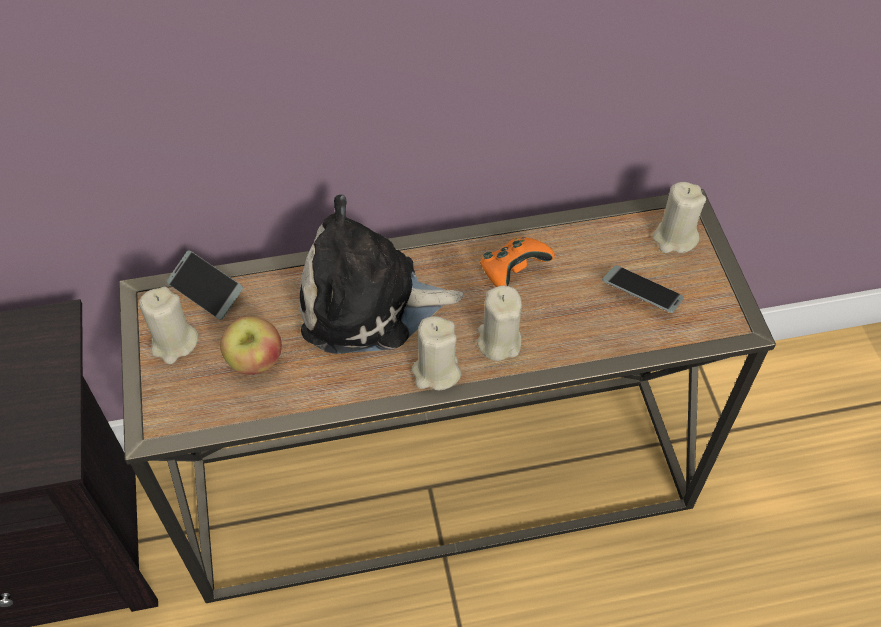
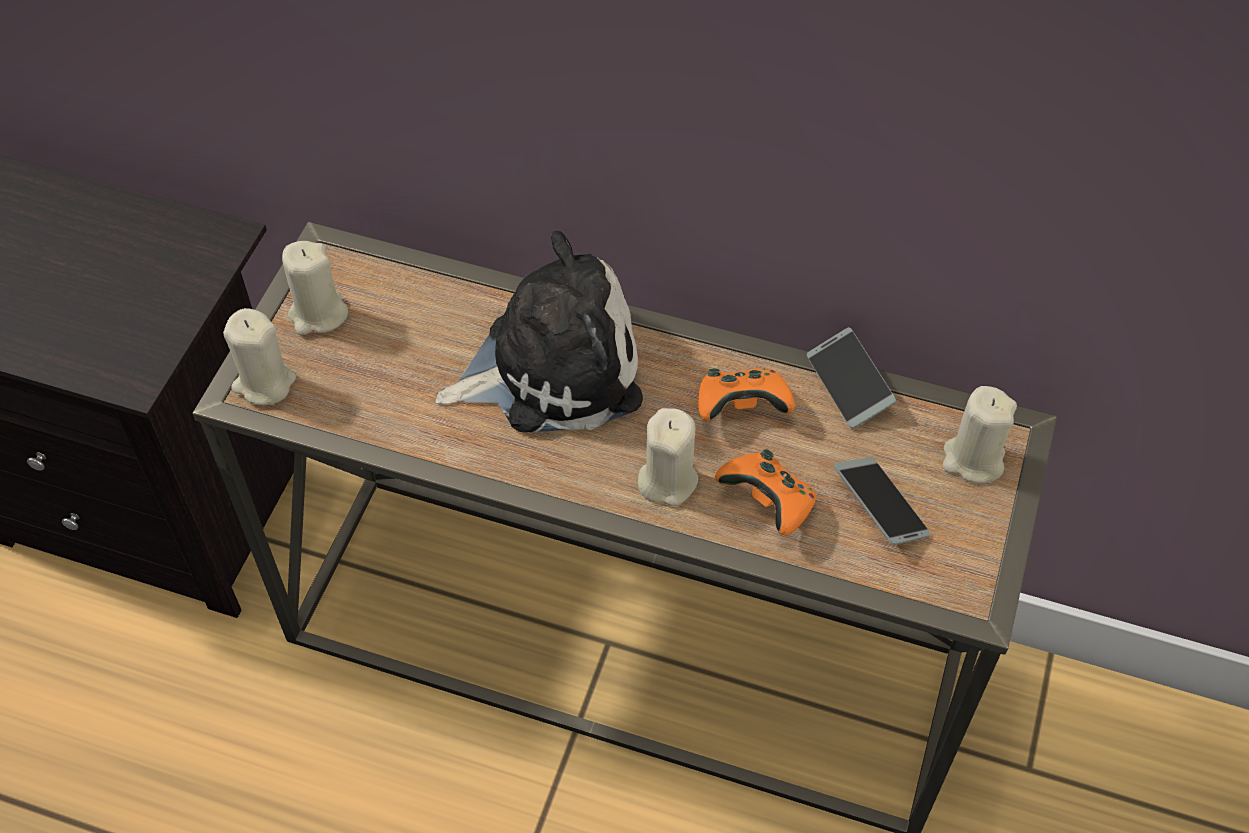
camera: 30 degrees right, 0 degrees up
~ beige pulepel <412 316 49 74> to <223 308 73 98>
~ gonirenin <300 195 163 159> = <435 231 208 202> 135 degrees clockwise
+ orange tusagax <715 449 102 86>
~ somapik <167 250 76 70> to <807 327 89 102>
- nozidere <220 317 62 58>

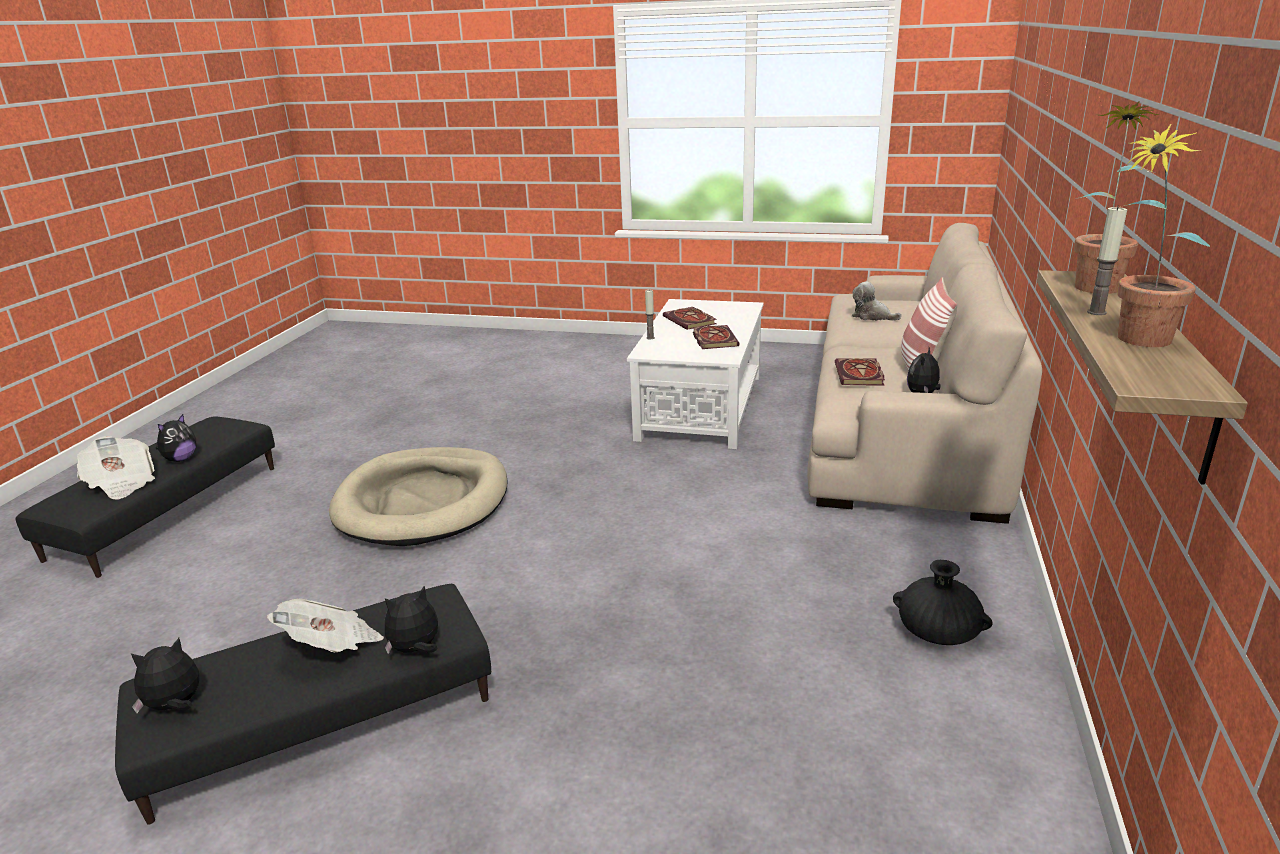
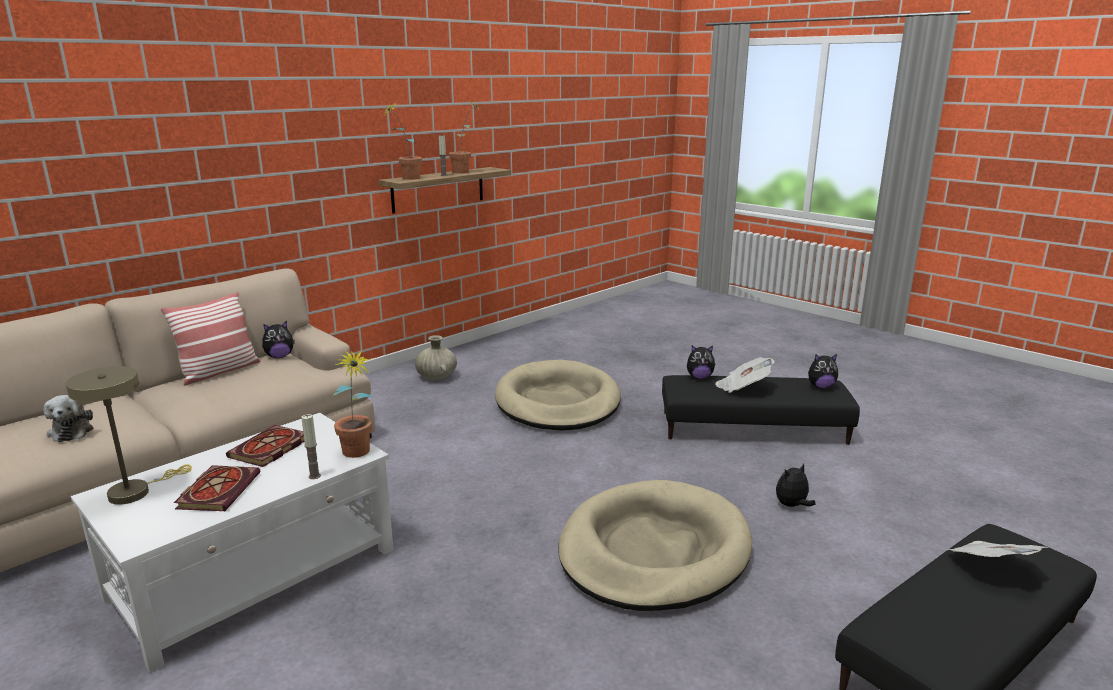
camera: 150 degrees left, 5 degrees down
+ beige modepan <66 366 126 139>
+ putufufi <332 350 43 108>
~ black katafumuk <893 560 99 85> to beige katafumuk <415 335 42 45>
+ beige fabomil <495 359 126 72>
~ gonirenin <156 414 40 48> to <776 463 40 44>
- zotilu <835 358 50 28>

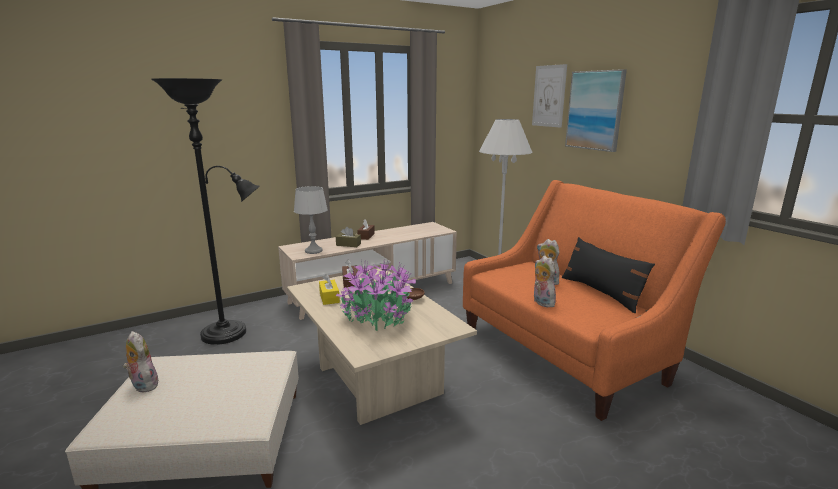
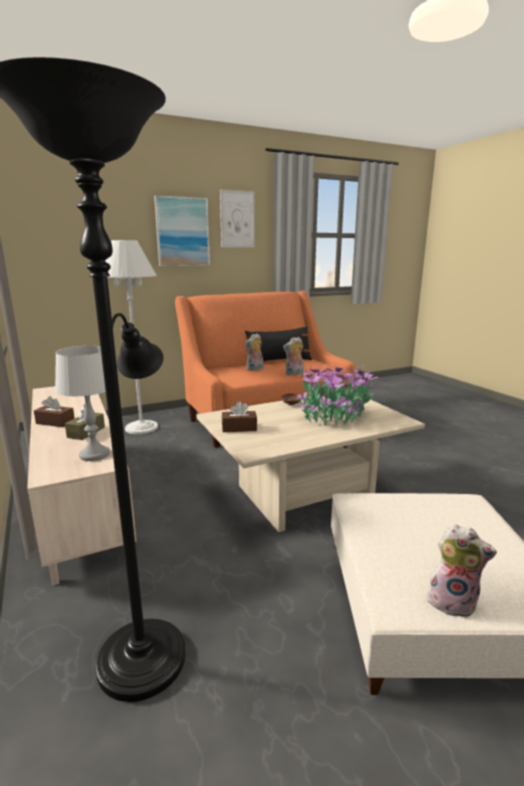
camera: 85 degrees left, 0 degrees up
~ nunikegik <532 64 35 64> to <220 189 35 58>
~ gonirenin <123 331 36 61> = <426 524 71 94> 120 degrees counterclockwise
- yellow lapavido <319 274 21 31>

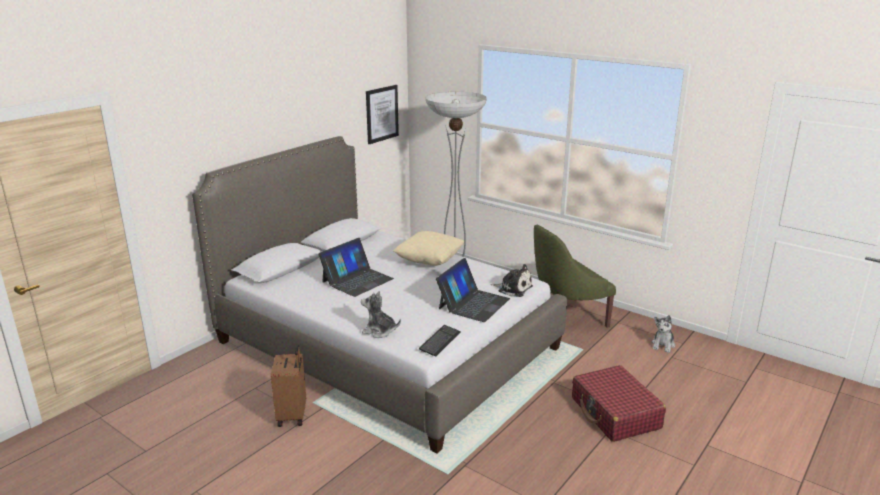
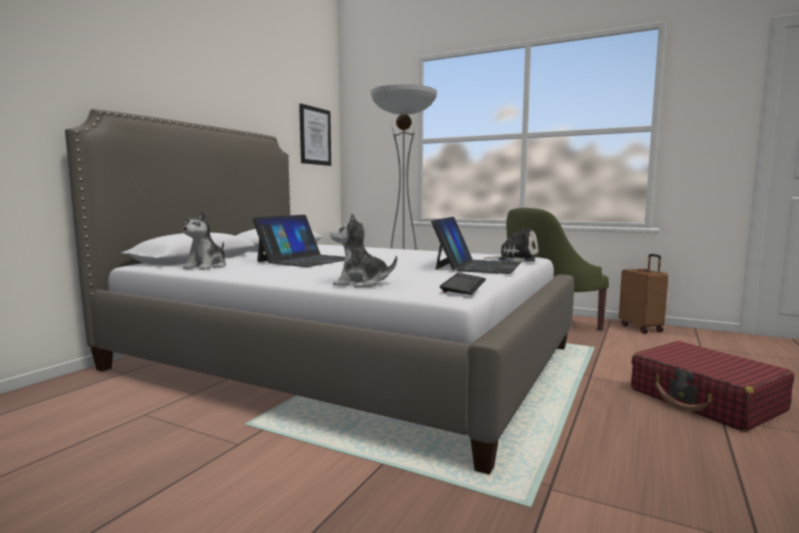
camera: 10 degrees left, 15 degrees down
~ gonirenin <652 315 23 38> to <183 210 43 60>
~ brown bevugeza <271 344 35 83> to <619 254 49 79>
- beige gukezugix <393 231 71 35>

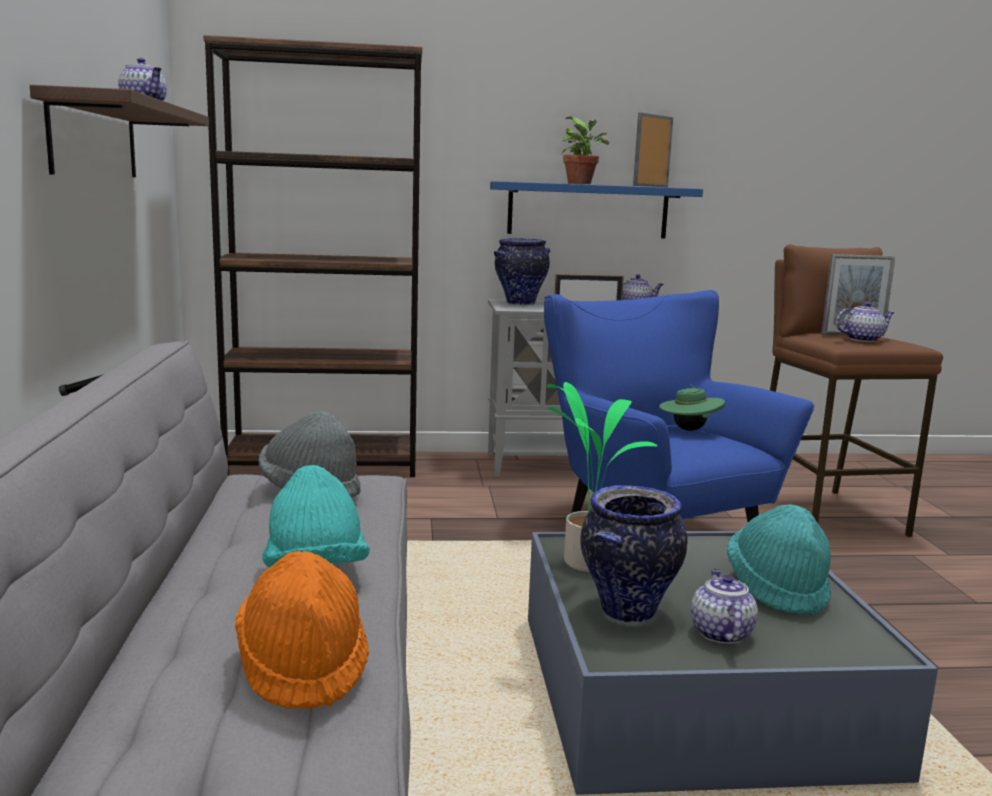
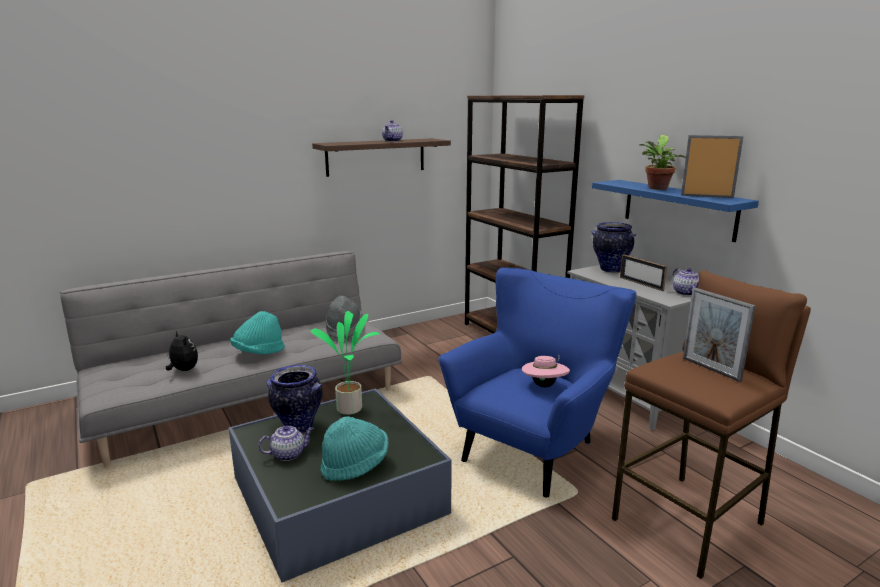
camera: 65 degrees right, 5 degrees up
~ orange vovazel <235 551 134 158> to gonirenin <166 331 32 40>
~ green vovazel <659 384 66 47> to pink vovazel <522 355 48 32>
- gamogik <836 302 59 40>

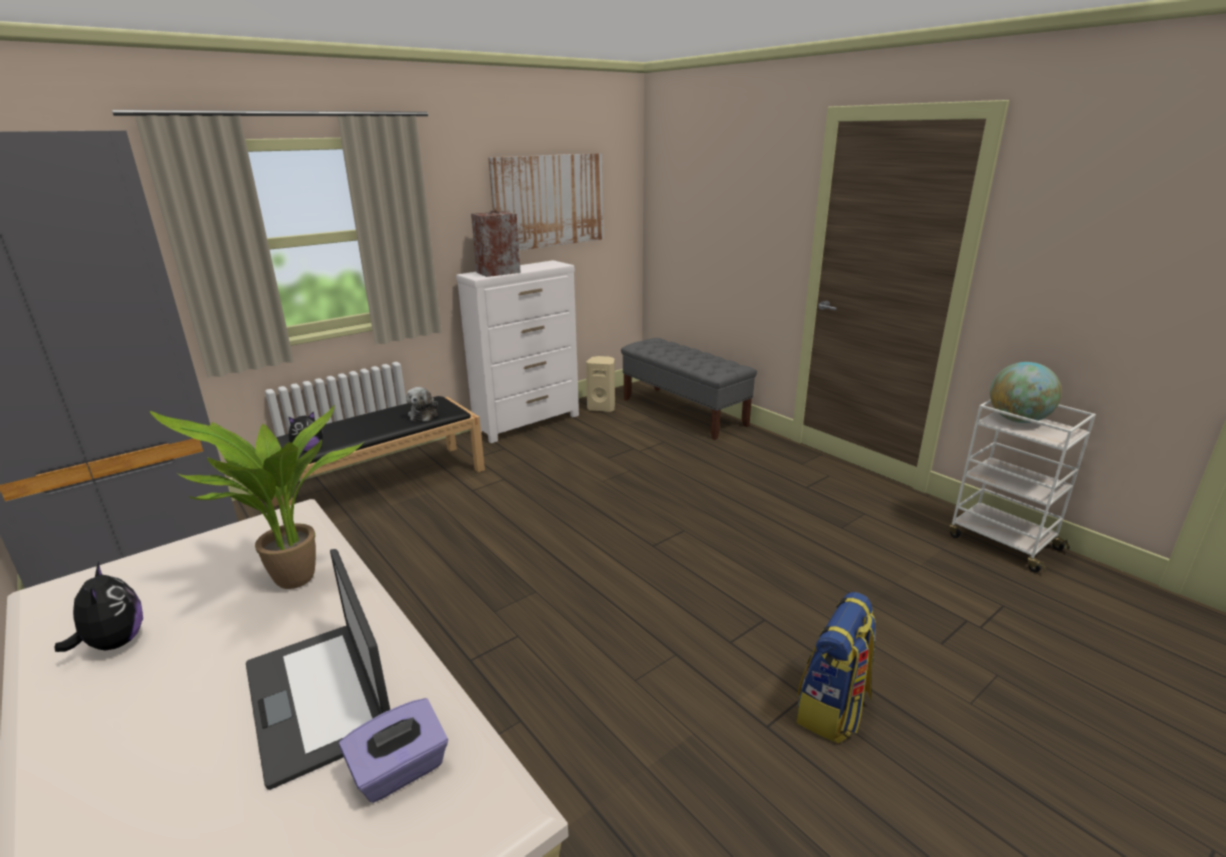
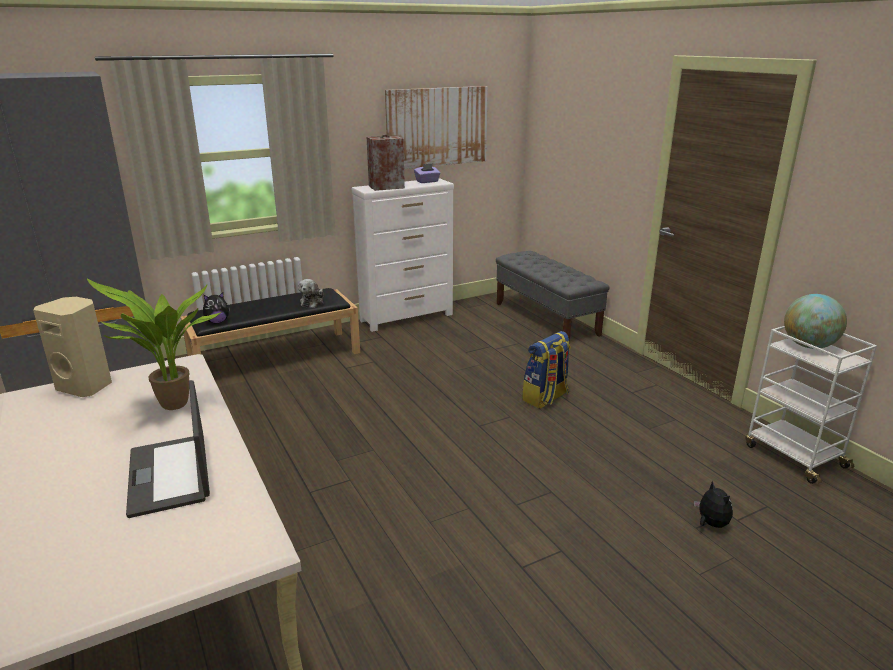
camera: 10 degrees right, 0 degrees up
~ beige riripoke <586 356 29 56> to <33 297 79 100>
~ purple lapavido <339 698 109 105> to <414 163 26 20>
~ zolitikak <796 592 80 152> to <522 331 49 78>
~ gonirenin <54 562 89 90> to <694 481 39 47>

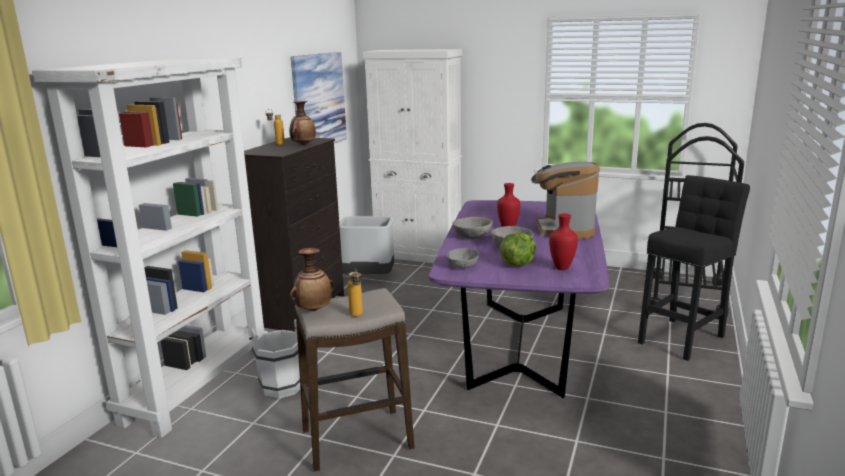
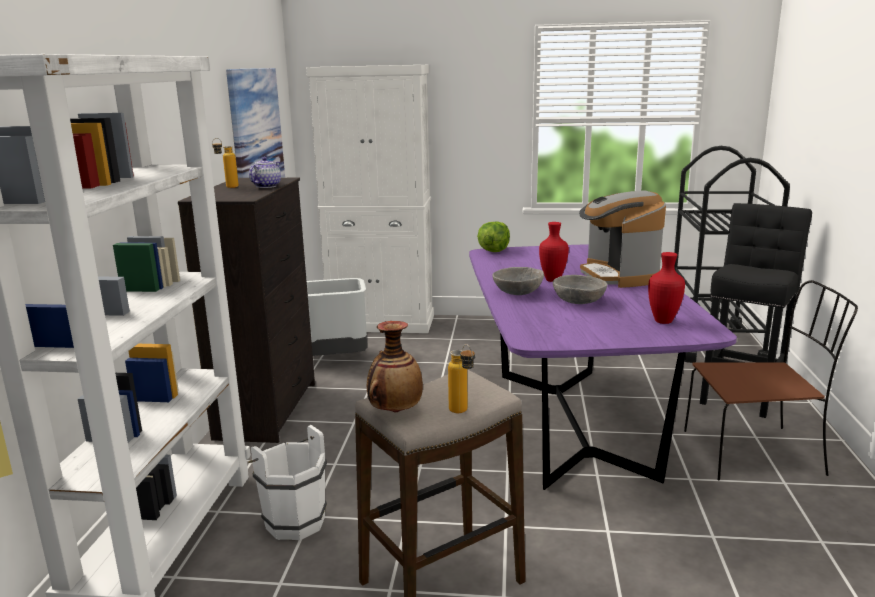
camera: 15 degrees left, 0 degrees up
~ katafumuk <289 101 27 44> to gamogik <249 157 32 31>
~ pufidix <499 233 37 33> to <477 221 33 31>
+ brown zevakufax <684 280 174 200>
- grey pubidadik <446 248 33 20>

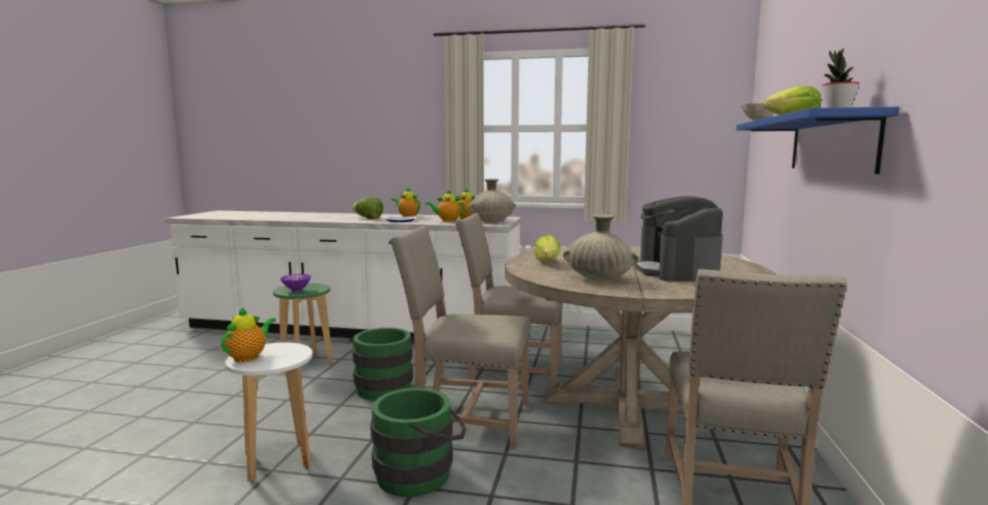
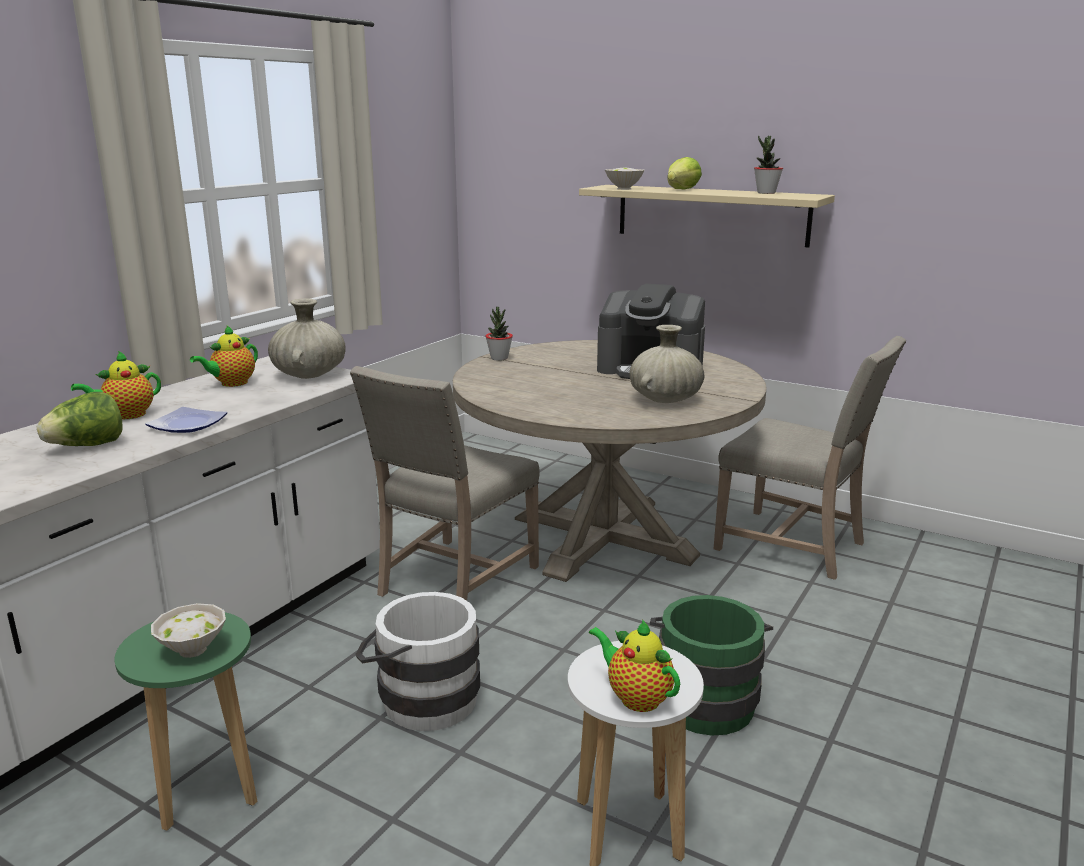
camera: 70 degrees left, 10 degrees up
~ purple pubidadik <280 274 31 18> to white pubidadik <151 603 75 55>
~ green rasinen <349 328 66 73> to white rasinen <355 592 125 139>
+ putufufi <485 307 28 54>
~ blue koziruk <736 107 163 67> to beige koziruk <579 185 256 63>
- beige zevakufax <390 226 141 223>
- gamogik <425 189 40 33>
- pufidix <534 235 27 28>

